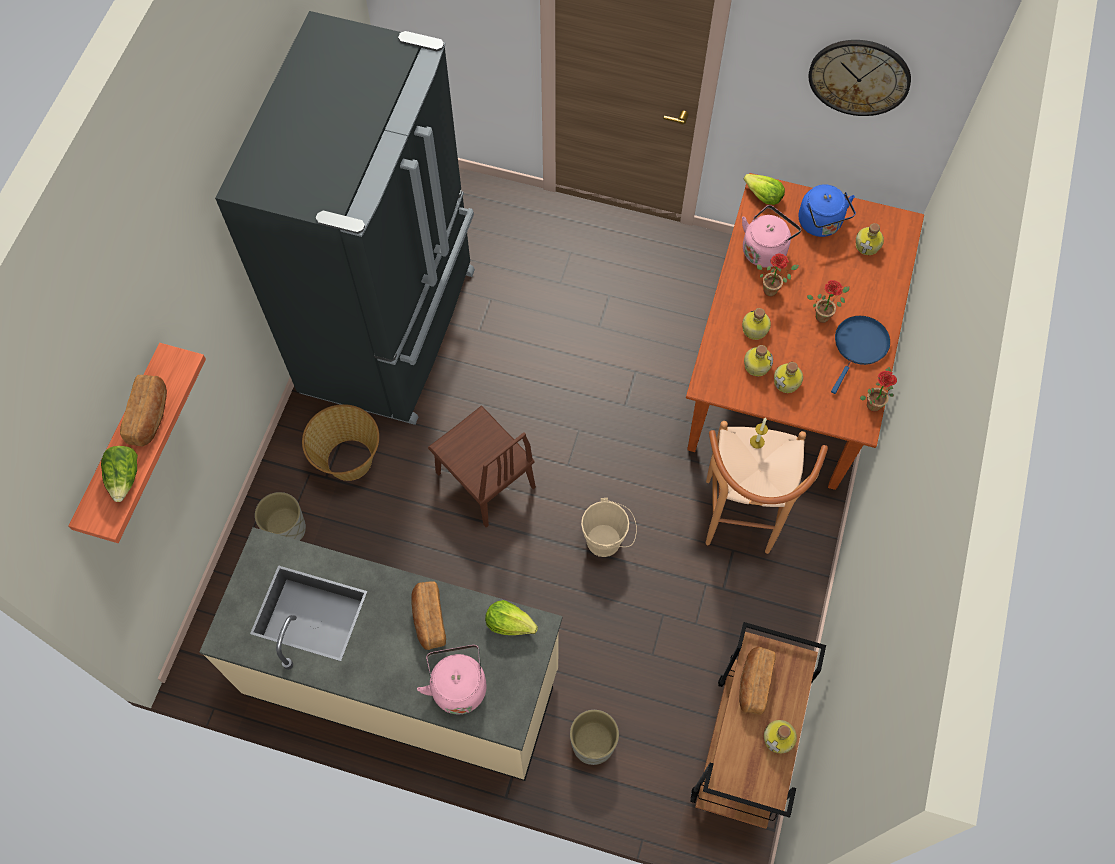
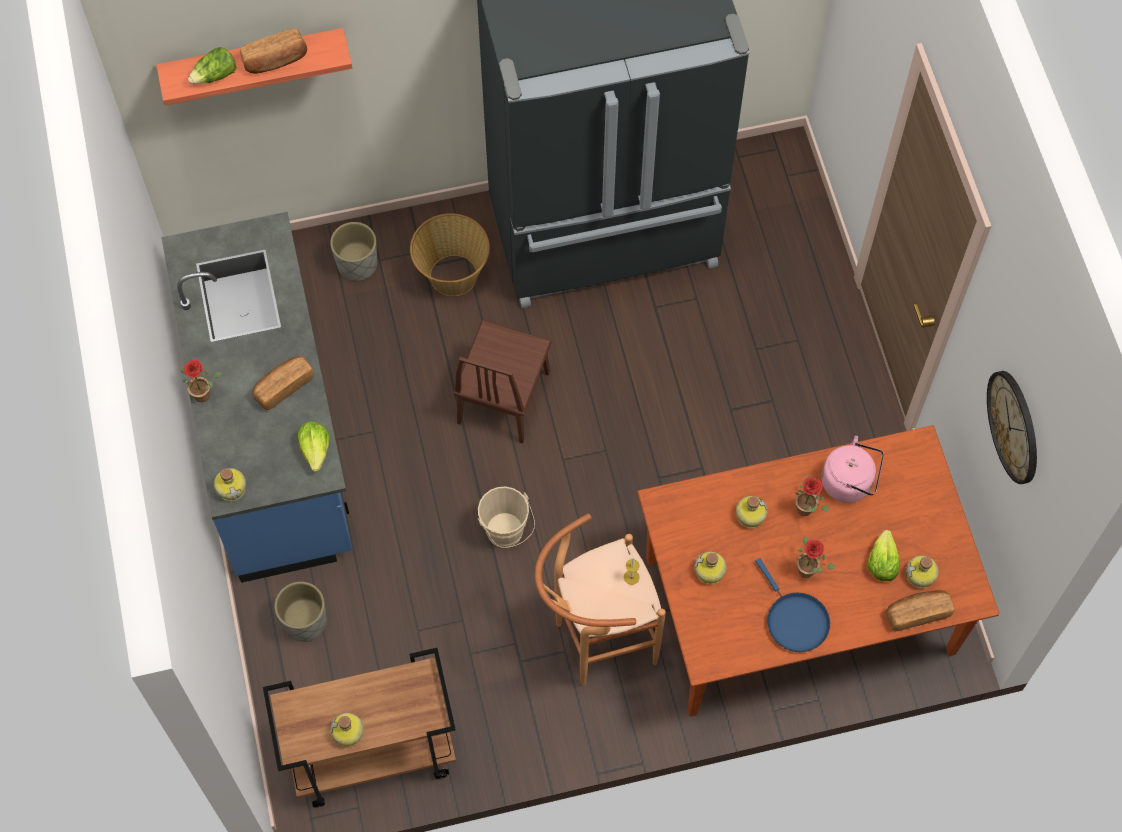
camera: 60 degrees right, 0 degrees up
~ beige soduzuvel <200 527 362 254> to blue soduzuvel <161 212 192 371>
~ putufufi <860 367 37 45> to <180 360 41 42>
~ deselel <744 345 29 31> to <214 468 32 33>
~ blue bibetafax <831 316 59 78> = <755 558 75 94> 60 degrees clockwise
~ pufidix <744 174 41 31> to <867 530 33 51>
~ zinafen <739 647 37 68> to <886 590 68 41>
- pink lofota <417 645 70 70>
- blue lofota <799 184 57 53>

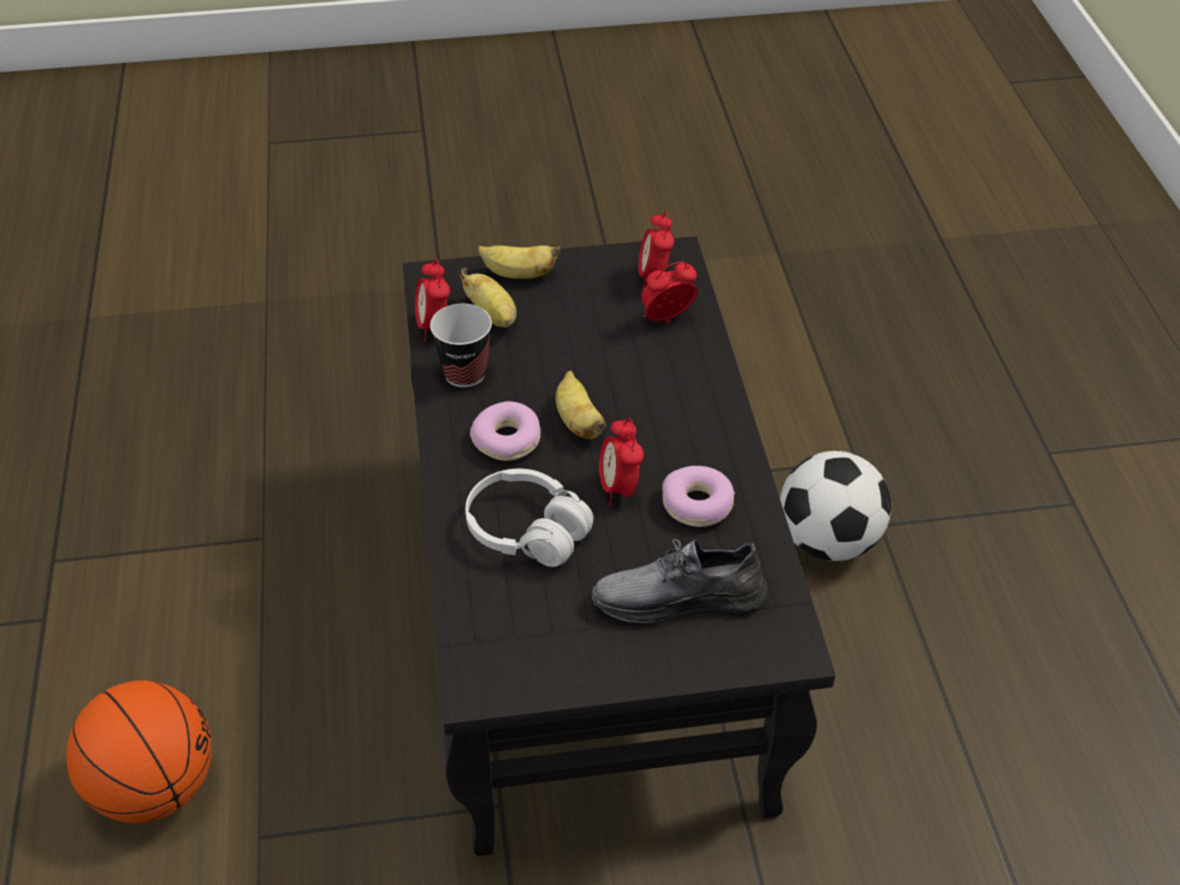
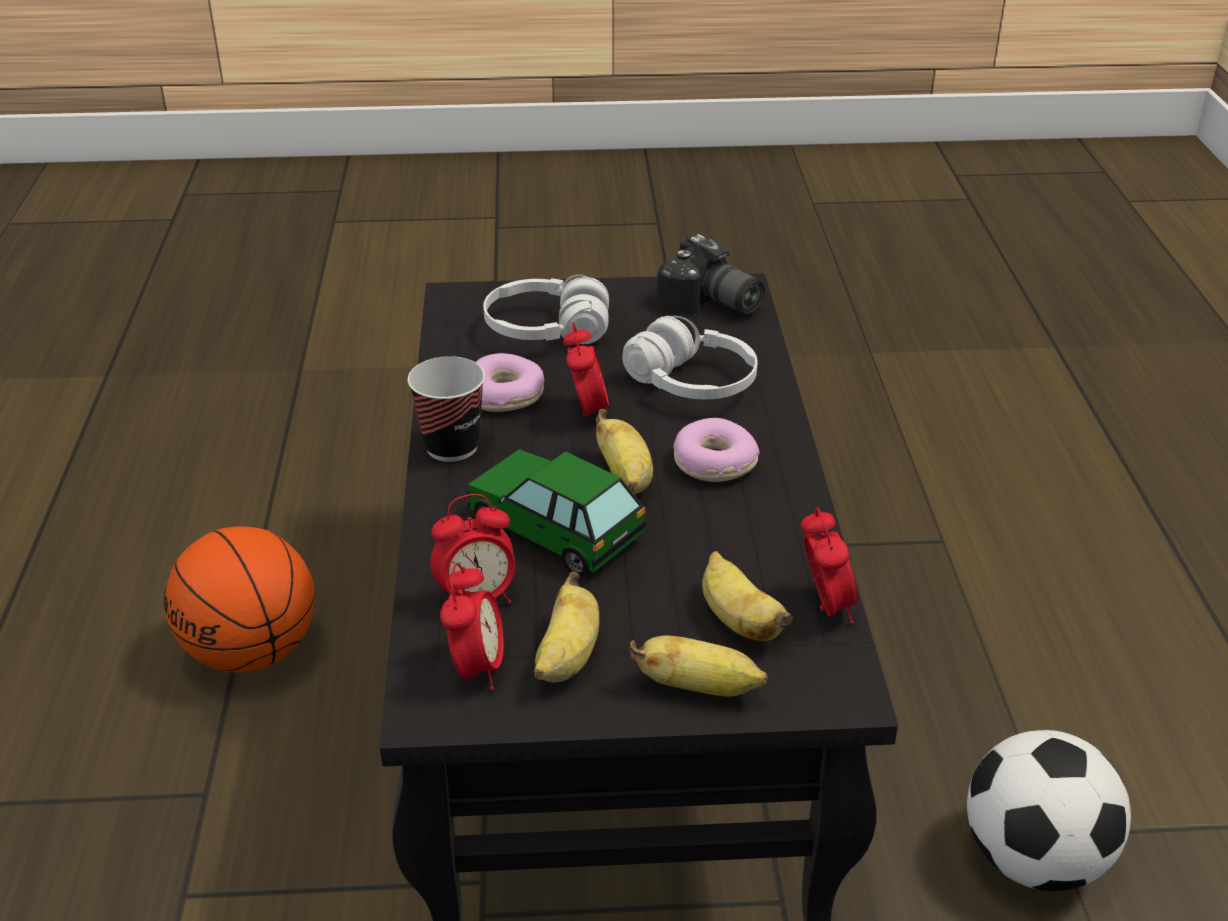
camera: 175 degrees left, 10 degrees down
~ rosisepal <66 680 146 143> to <164 527 151 145>
~ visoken <430 304 62 84> to <407 356 78 106>
+ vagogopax <467 449 179 127>
~ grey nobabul <592 539 176 84> to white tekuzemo <483 274 126 70>
+ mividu <534 572 65 110>
+ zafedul <657 234 108 81>
~ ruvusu <780 451 111 110> to <967 730 164 161>

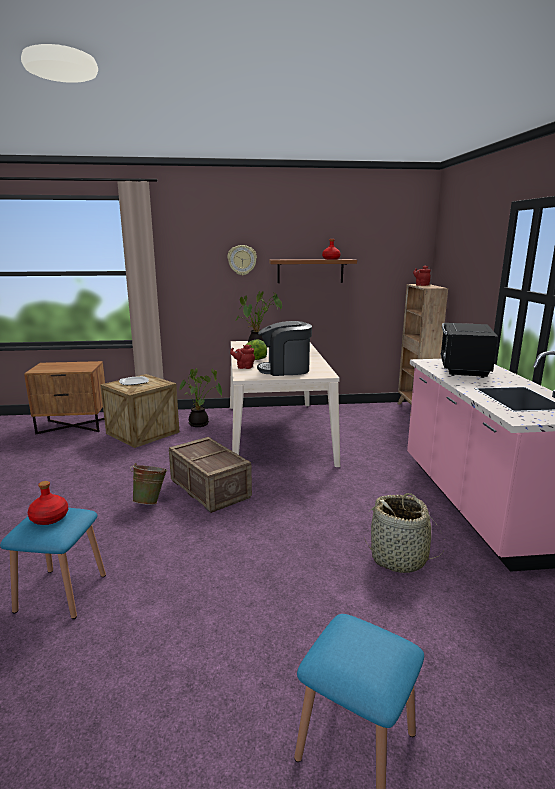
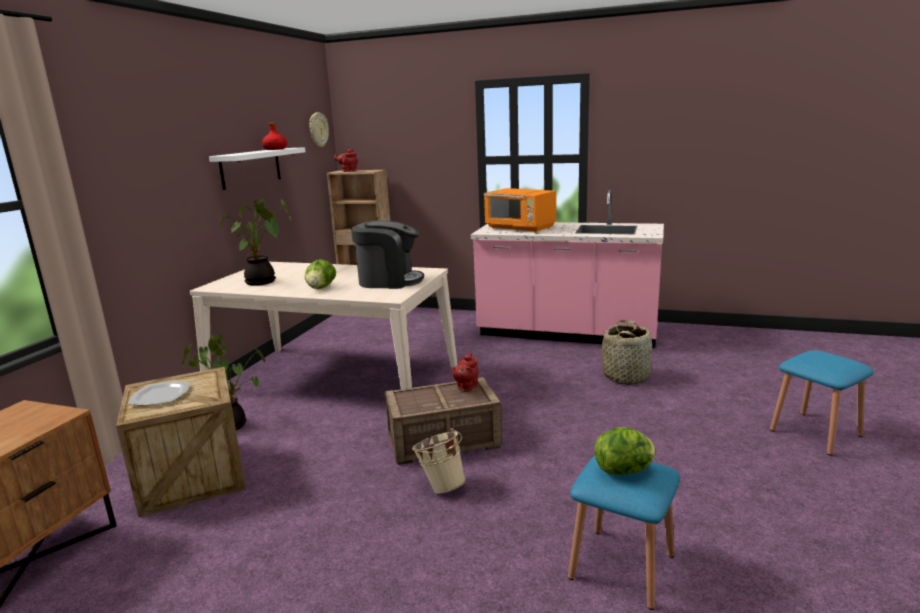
camera: 65 degrees left, 0 degrees up
~ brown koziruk <269 259 88 24> to white koziruk <209 147 97 43>
~ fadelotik <227 245 30 30> to <309 112 20 35>
~ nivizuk <257 321 55 55> = <351 220 73 69> 105 degrees counterclockwise
~ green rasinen <130 463 37 42> to beige rasinen <412 428 54 66>
~ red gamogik <230 345 25 24> to <452 353 27 39>
~ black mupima <441 323 57 55> to orange mupima <483 188 73 45>
~ red deselel <28 481 40 44> to pufidix <594 427 61 48>

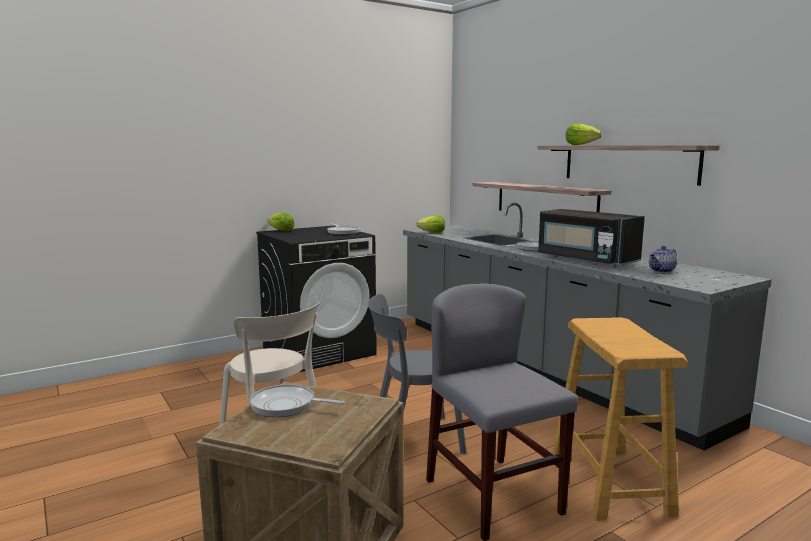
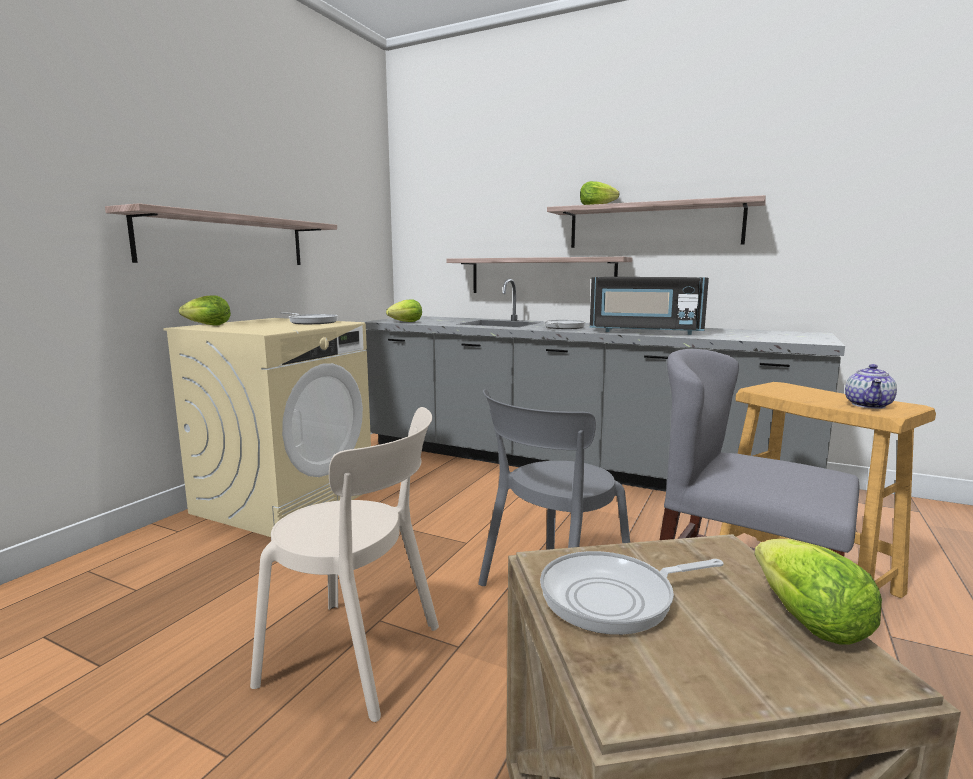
camera: 30 degrees left, 0 degrees up
+ koziruk <105 203 232 62>
~ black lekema <256 226 121 146> to beige lekema <163 318 208 219>
+ pufidix <754 539 128 106>
~ gamogik <649 246 28 27> to <845 364 52 45>

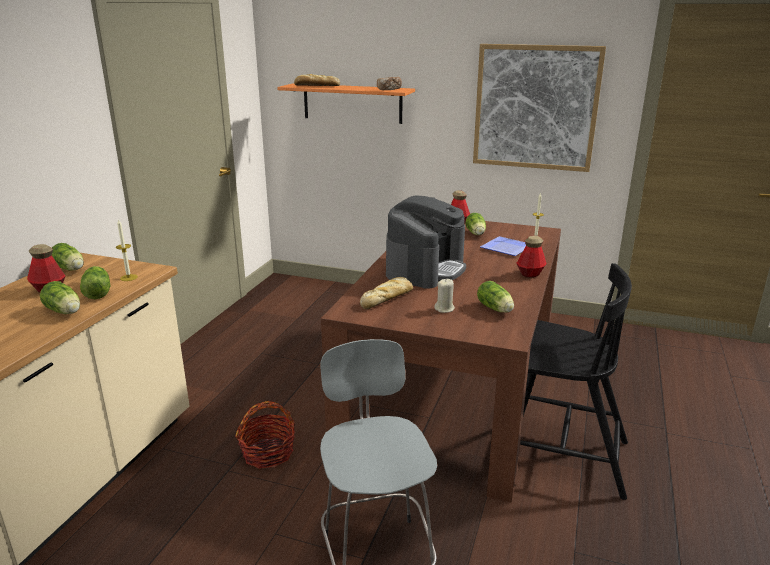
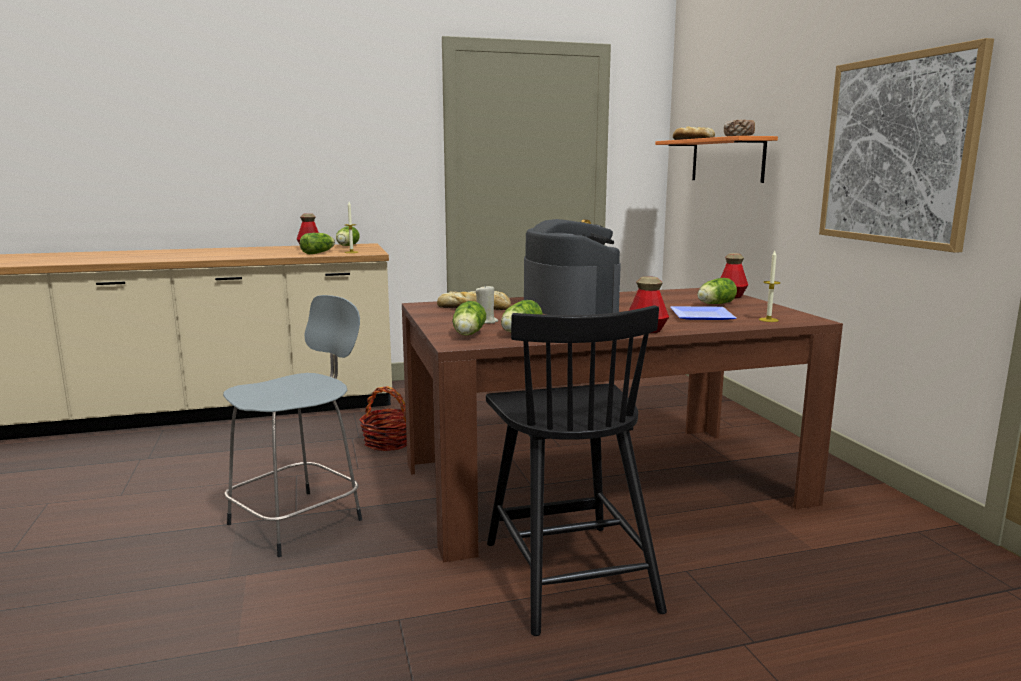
camera: 55 degrees right, 10 degrees down
~ pufidix <40 281 40 33> to <452 301 34 35>
~ nivizuk <386 195 80 94> = <524 219 97 96> 105 degrees counterclockwise

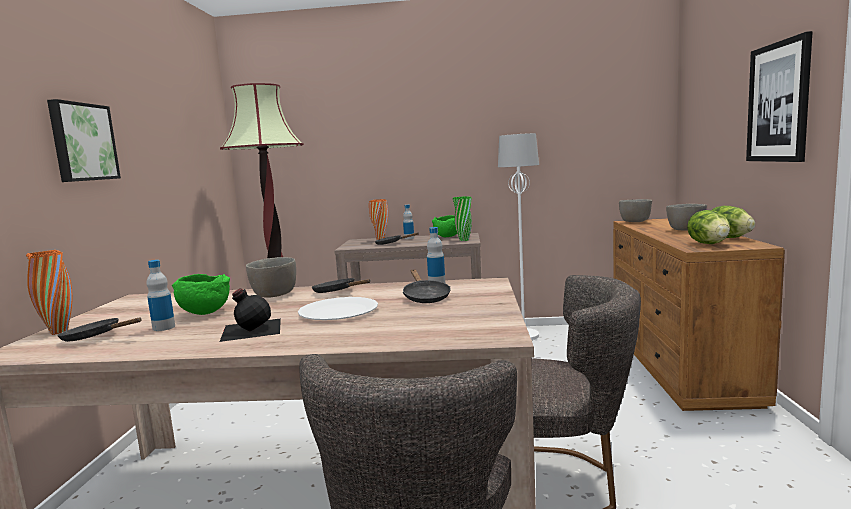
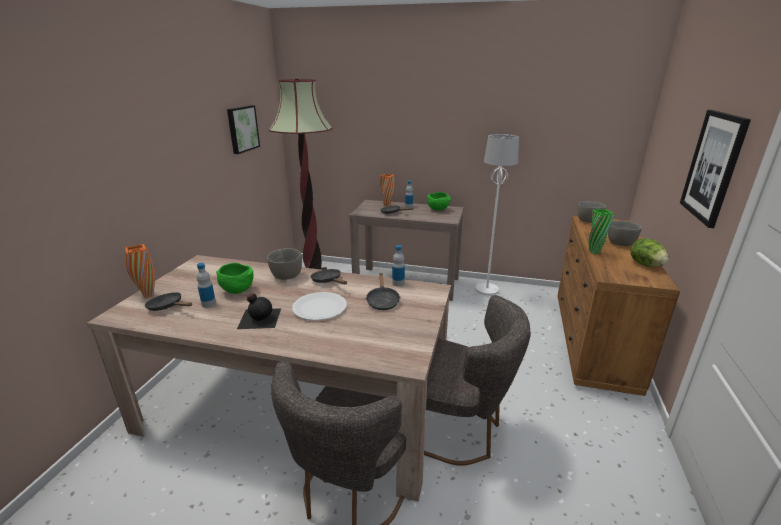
camera: 10 degrees right, 15 degrees up
~ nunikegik <47 99 74 83> to <227 105 33 49>
~ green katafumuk <453 196 19 45> to <589 209 25 45>
- pufidix <687 210 43 34>

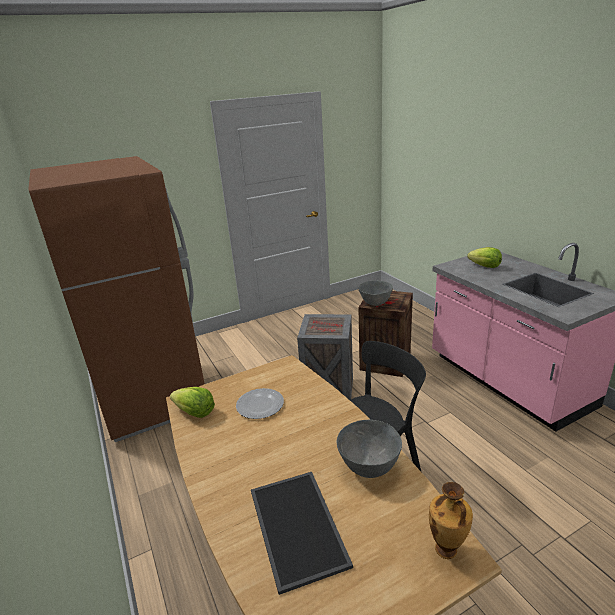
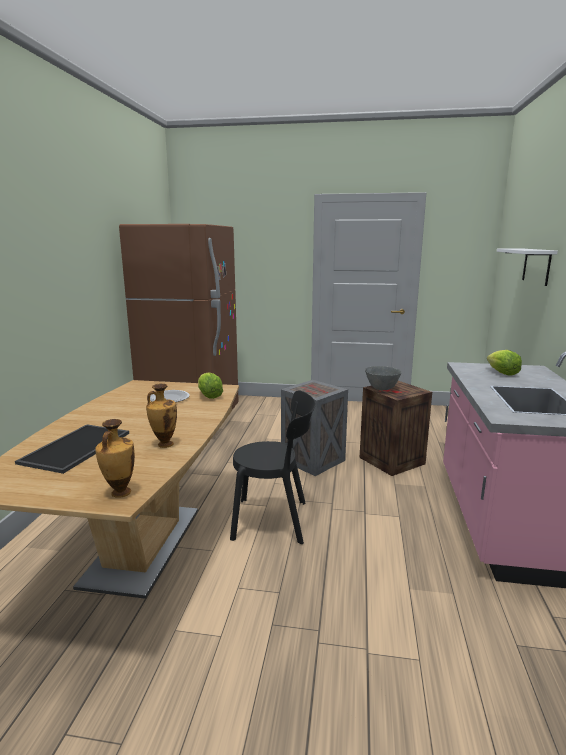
camera: 35 degrees right, 10 degrees down
~ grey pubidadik <337 420 65 58> to katafumuk <146 383 31 65>
~ pufidix <170 387 45 31> to <198 372 25 27>
+ white koziruk <497 249 61 37>

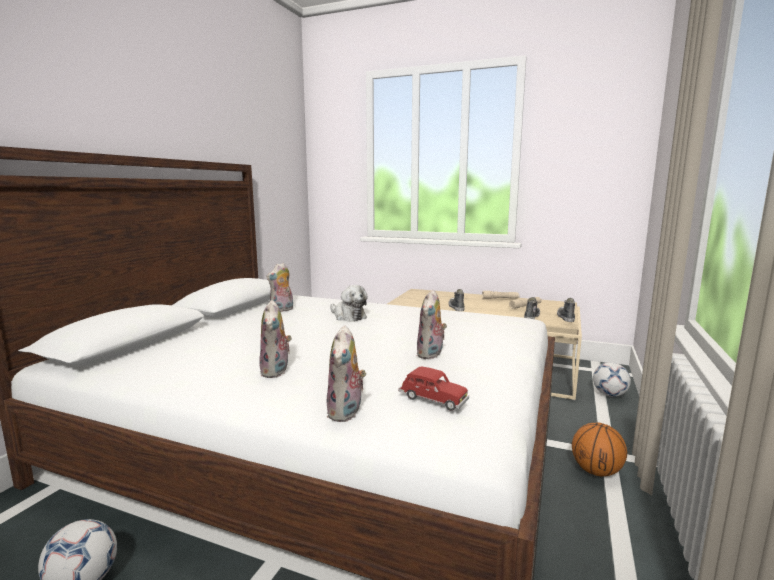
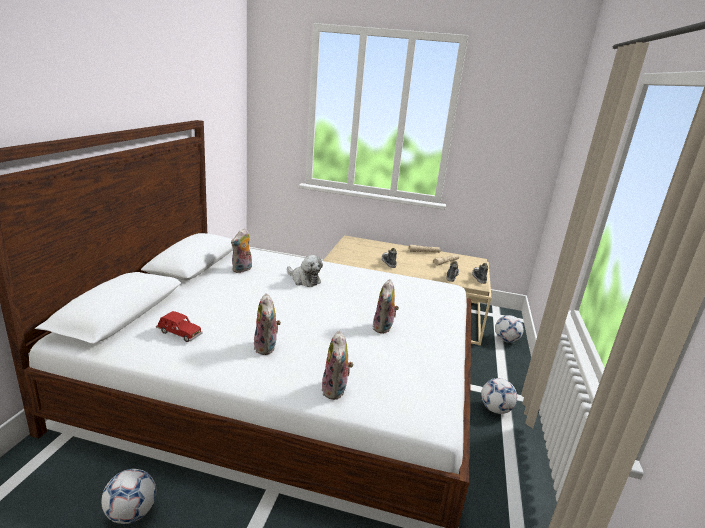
camera: 10 degrees left, 10 degrees up
~ red vagogopax <398 366 71 45> to <156 311 46 31>
~ rosisepal <572 422 55 54> to ruvusu <481 378 36 36>

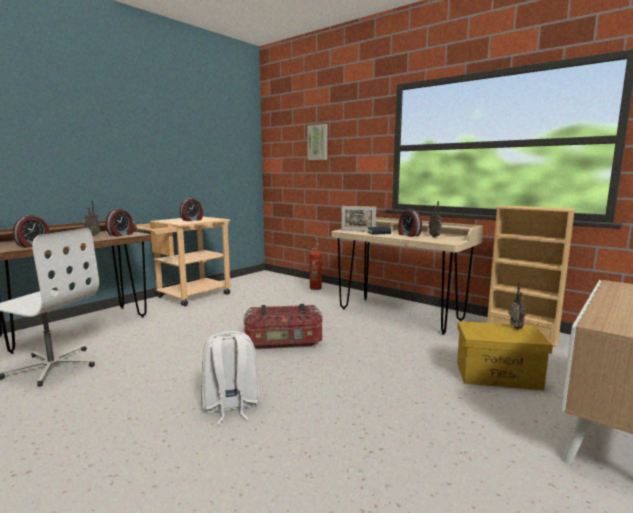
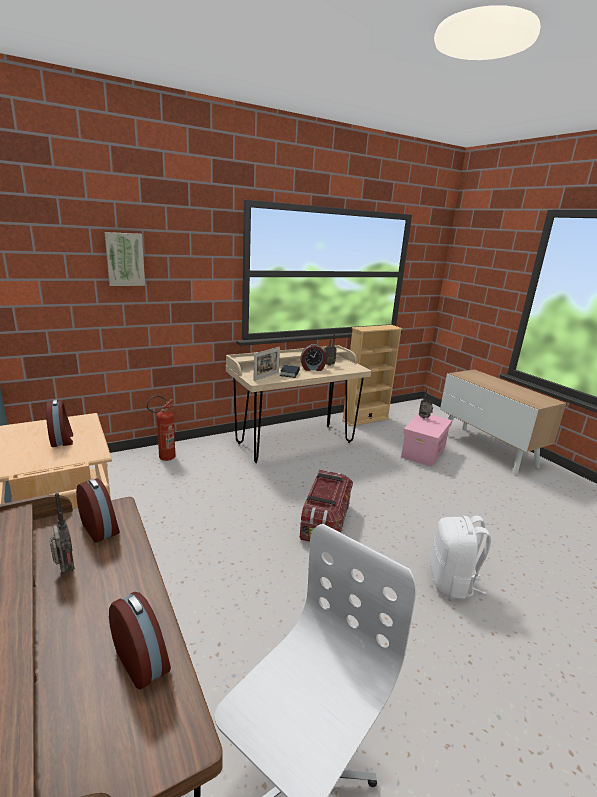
camera: 70 degrees left, 10 degrees up
~ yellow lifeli <457 321 96 69> to pink lifeli <401 414 51 53>

